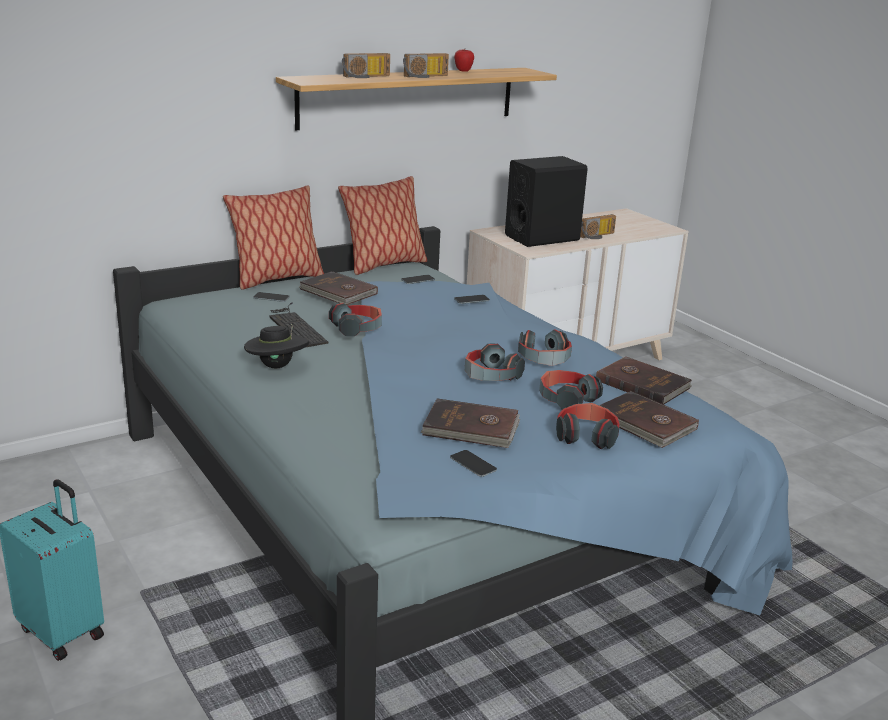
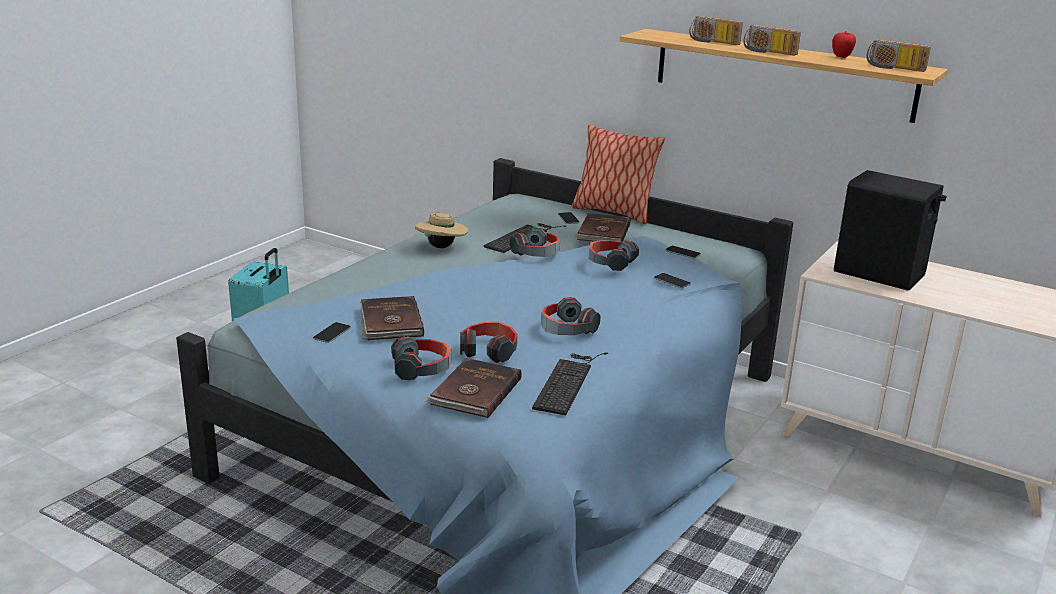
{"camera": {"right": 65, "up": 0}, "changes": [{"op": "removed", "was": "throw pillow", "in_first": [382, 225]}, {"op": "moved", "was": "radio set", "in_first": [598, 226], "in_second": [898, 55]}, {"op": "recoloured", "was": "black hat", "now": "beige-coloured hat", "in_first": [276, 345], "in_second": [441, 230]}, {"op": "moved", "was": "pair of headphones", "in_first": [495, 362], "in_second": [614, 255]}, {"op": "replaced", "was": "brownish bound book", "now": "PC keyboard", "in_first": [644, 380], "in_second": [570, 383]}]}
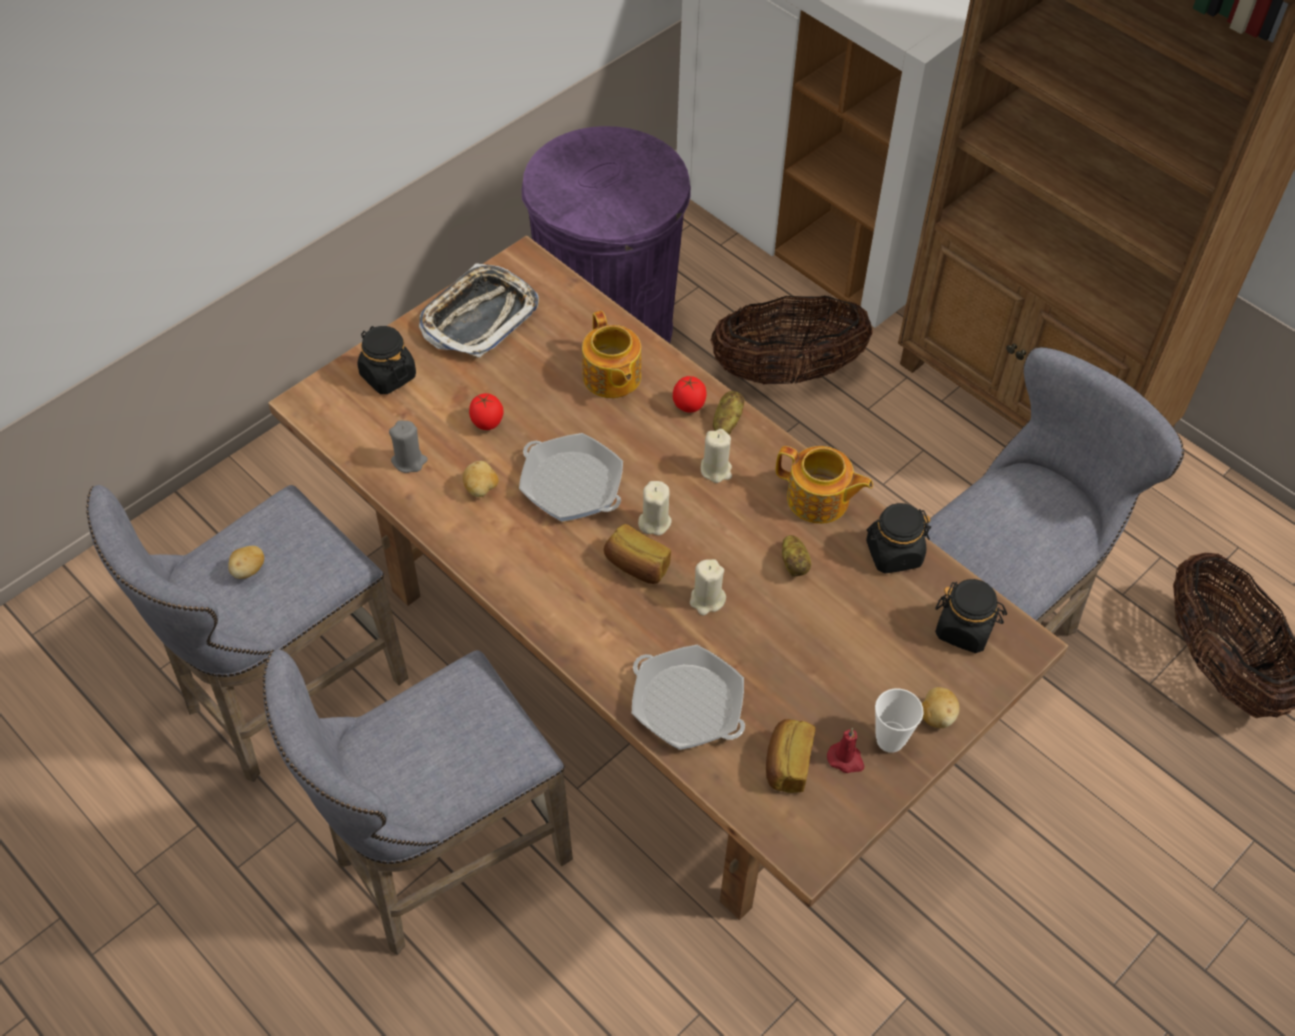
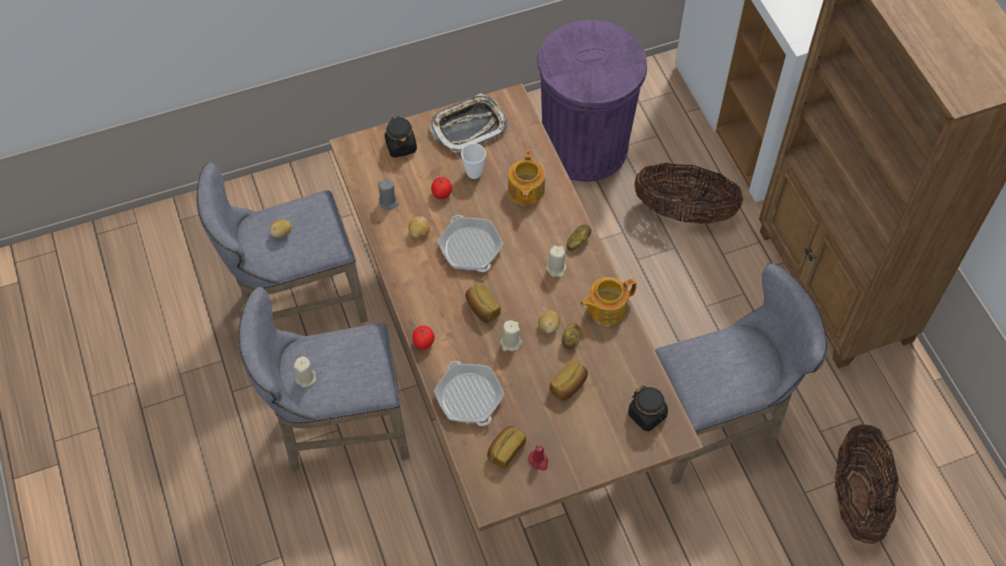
{"camera": {"right": 25, "up": 5}, "changes": [{"op": "moved", "was": "whole tomato", "in_first": [690, 394], "in_second": [423, 337]}, {"op": "turned", "was": "pot for tea", "in_first": [824, 485], "in_second": [608, 301], "clockwise": 105}, {"op": "moved", "was": "beige-coloured wax light", "in_first": [655, 508], "in_second": [305, 372]}, {"op": "removed", "was": "black jar", "in_first": [898, 538]}, {"op": "moved", "was": "whole potato", "in_first": [941, 707], "in_second": [549, 322]}, {"op": "moved", "was": "drinking cup", "in_first": [899, 721], "in_second": [473, 161]}, {"op": "added", "now": "bread", "in_second": [568, 380]}]}
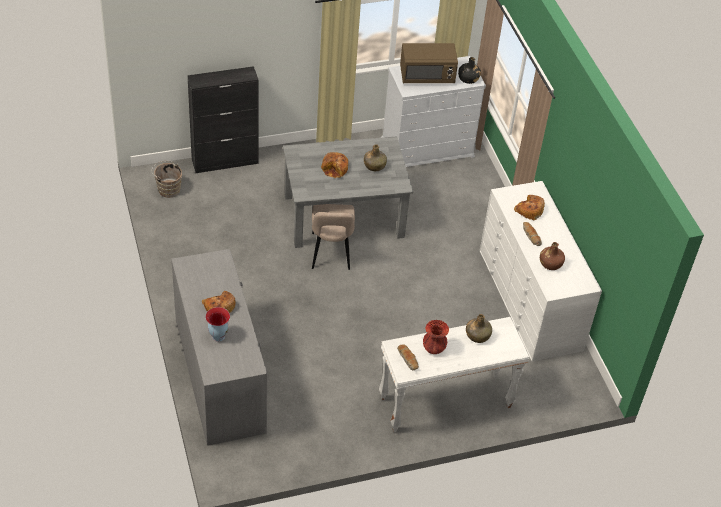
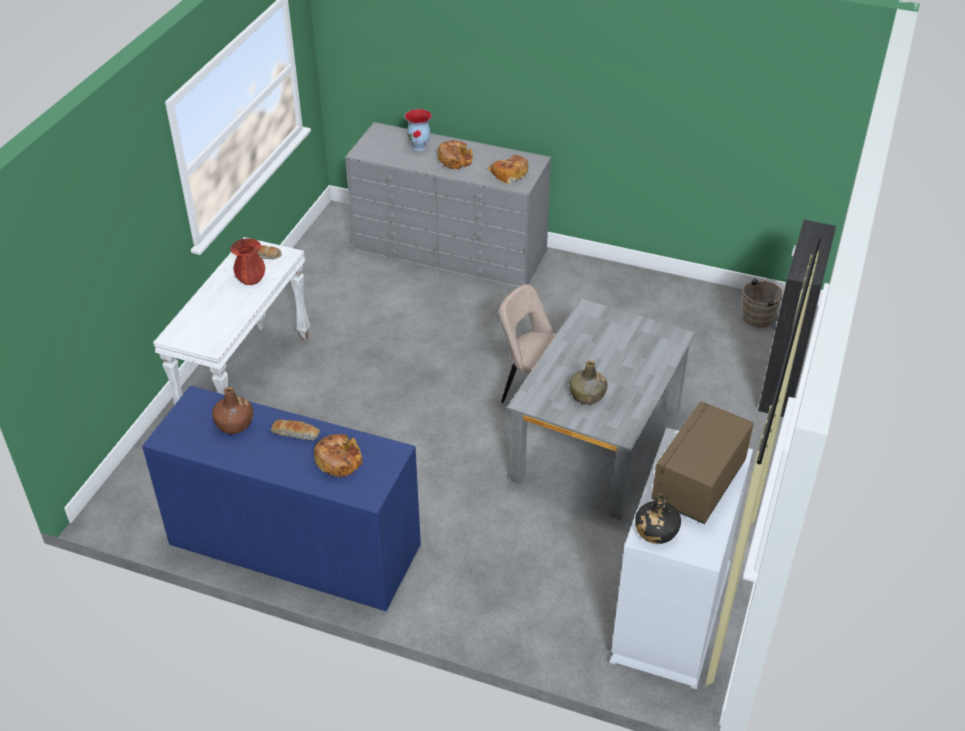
{"camera": {"right": 130, "up": -5}, "changes": [{"op": "moved", "was": "bread", "in_first": [334, 165], "in_second": [508, 169]}, {"op": "recoloured", "was": "white-coloured dresser", "now": "blue-coloured dresser", "in_first": [541, 271], "in_second": [281, 498]}, {"op": "removed", "was": "green-coloured beverage bottle", "in_first": [479, 328]}]}
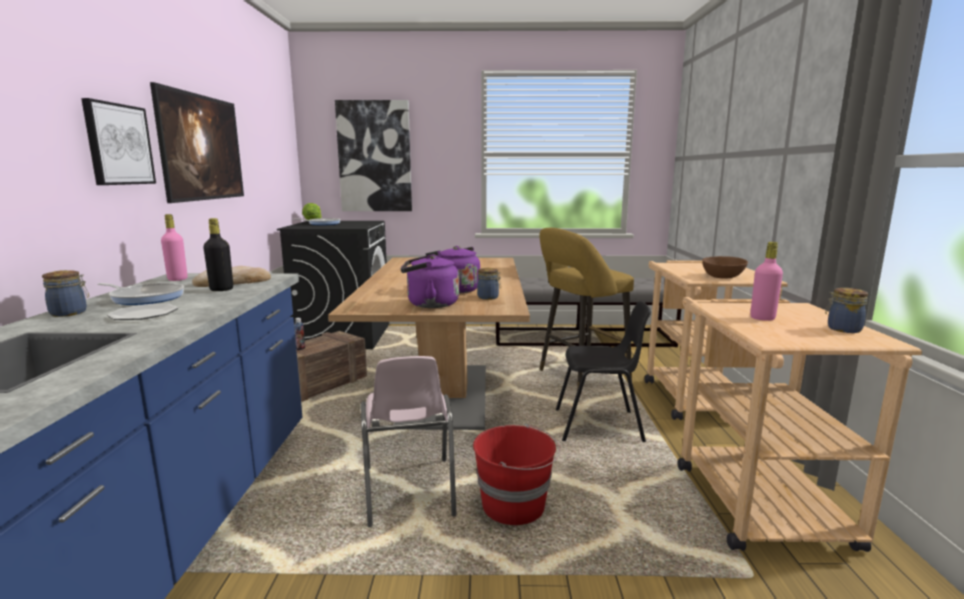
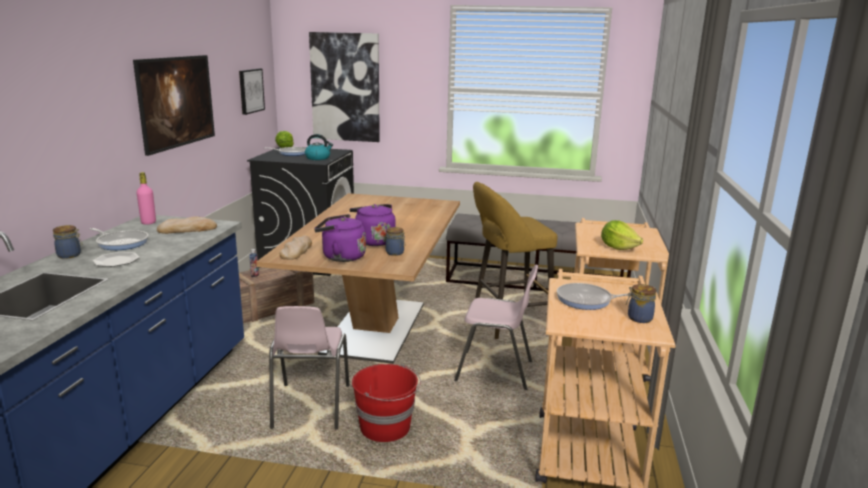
{"camera": {"right": 10, "up": 5}, "changes": [{"op": "moved", "was": "wall picture", "in_first": [118, 141], "in_second": [252, 92]}, {"op": "removed", "was": "black beverage bottle", "in_first": [218, 254]}, {"op": "replaced", "was": "pink beverage bottle", "now": "pan", "in_first": [766, 281], "in_second": [593, 296]}, {"op": "replaced", "was": "brownish serving bowl", "now": "lettuce head", "in_first": [725, 267], "in_second": [622, 235]}, {"op": "recoloured", "was": "black upright chair", "now": "pink upright chair", "in_first": [603, 371], "in_second": [496, 327]}, {"op": "added", "now": "water kettle", "in_second": [319, 147]}, {"op": "added", "now": "bread", "in_second": [296, 247]}]}
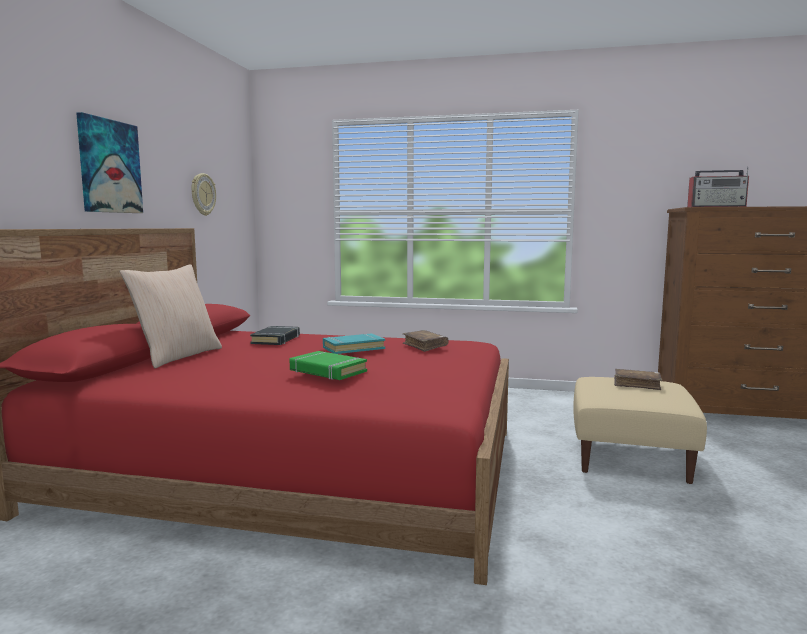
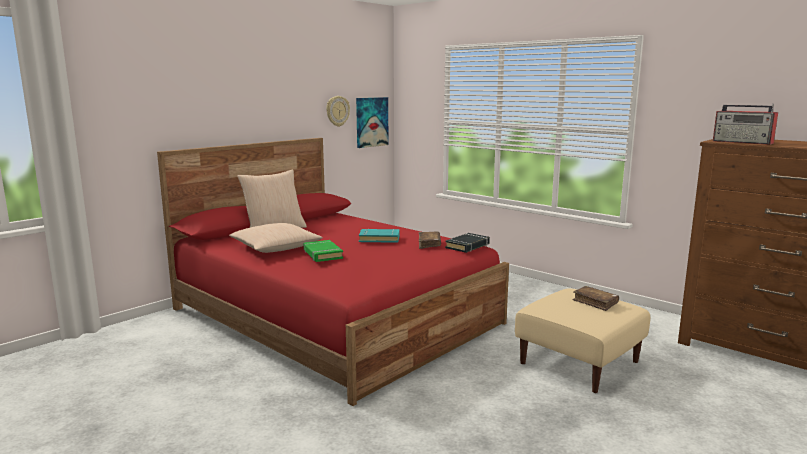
{"camera": {"right": 30, "up": 5}, "changes": [{"op": "moved", "was": "wall picture", "in_first": [109, 162], "in_second": [372, 122]}, {"op": "moved", "was": "black bound book", "in_first": [275, 335], "in_second": [467, 243]}, {"op": "added", "now": "beige-coloured throw pillow", "in_second": [276, 238]}]}
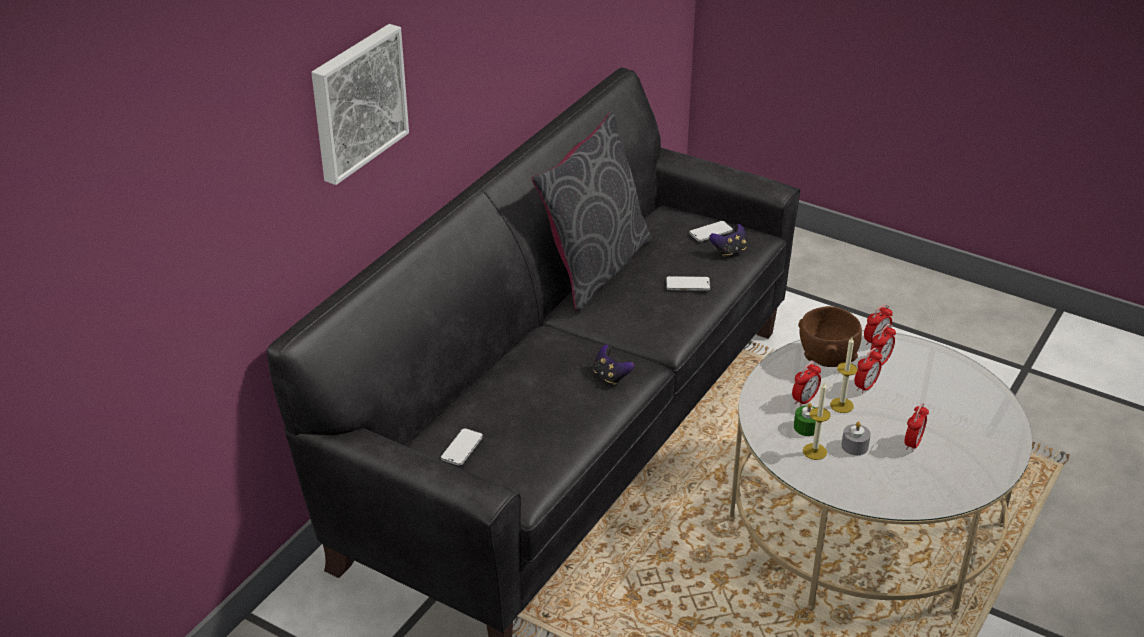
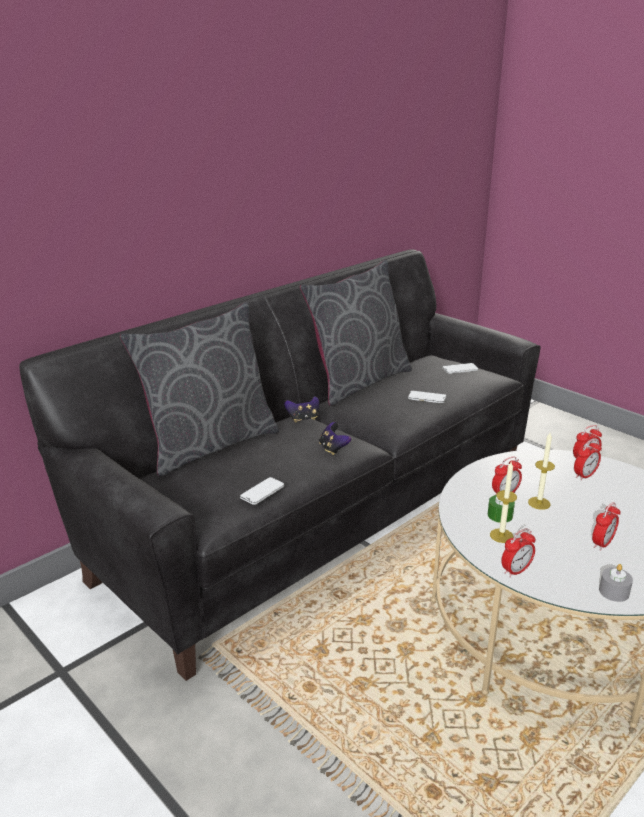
{"camera": {"right": 15, "up": -10}, "changes": [{"op": "removed", "was": "wall picture", "in_first": [360, 104]}, {"op": "moved", "was": "gamepad", "in_first": [728, 240], "in_second": [302, 409]}, {"op": "removed", "was": "brownish serving bowl", "in_first": [830, 336]}, {"op": "moved", "was": "alarm clock", "in_first": [868, 371], "in_second": [518, 552]}, {"op": "moved", "was": "gray wax light", "in_first": [856, 438], "in_second": [616, 583]}, {"op": "moved", "was": "handset", "in_first": [462, 447], "in_second": [262, 491]}, {"op": "added", "now": "gray throw pillow", "in_second": [199, 389]}]}
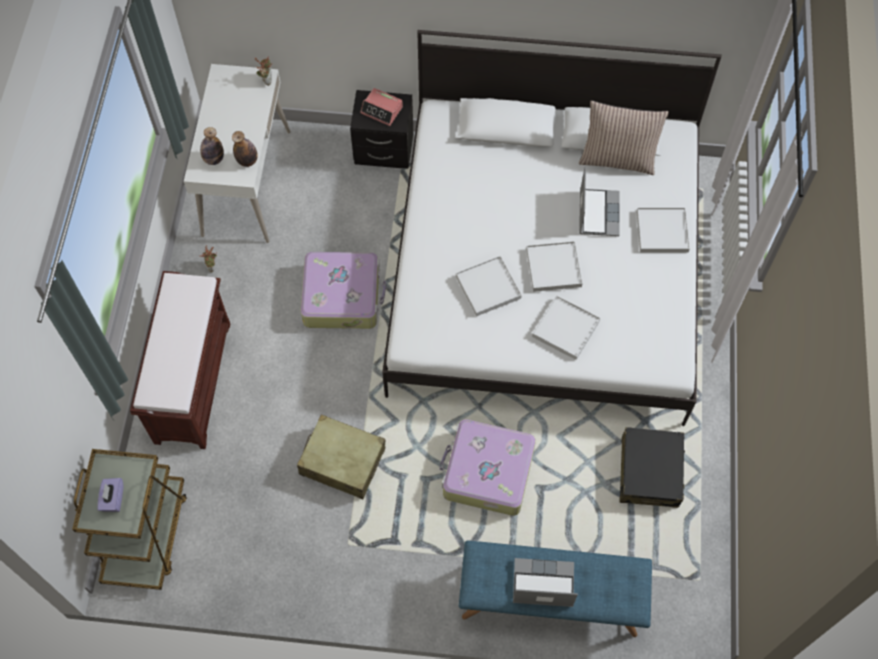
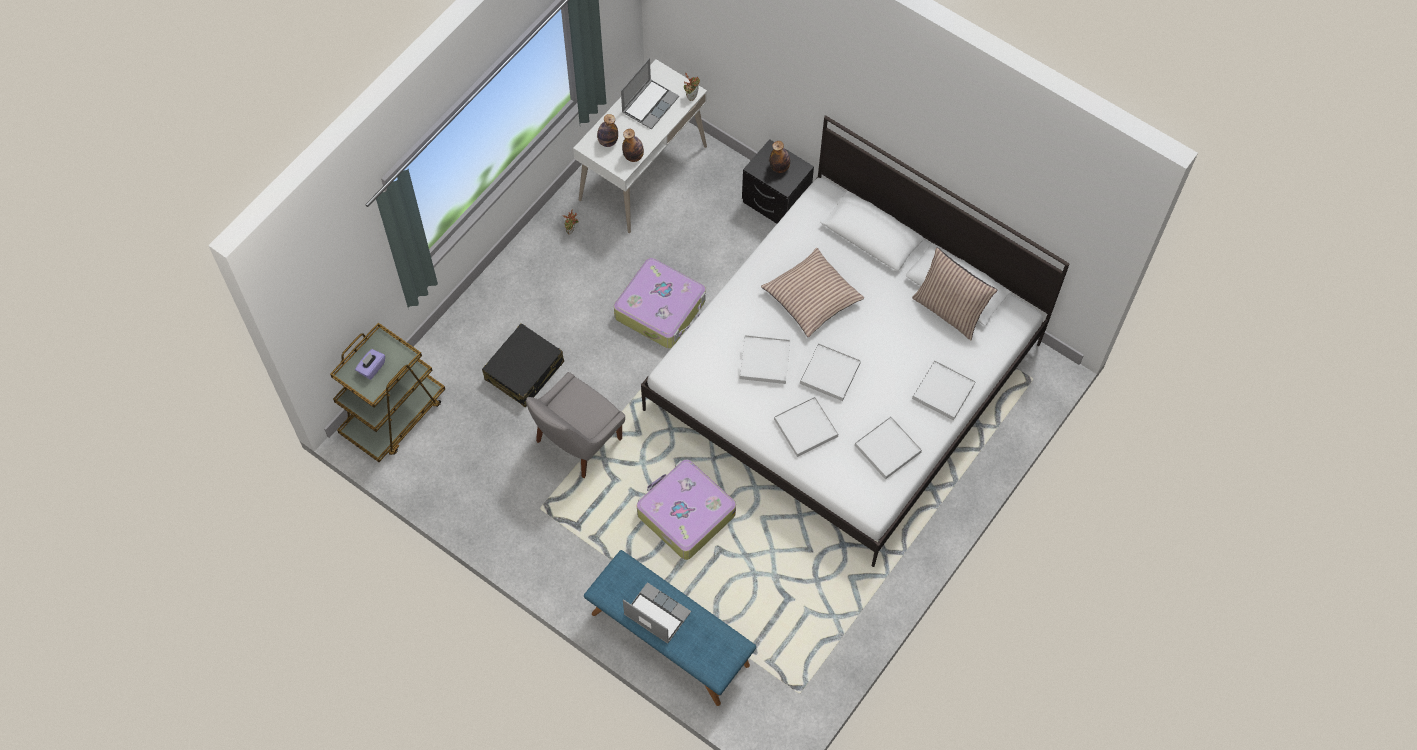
{"camera": {"right": 30, "up": 0}, "changes": [{"op": "replaced", "was": "alarm clock", "now": "beverage bottle", "in_first": [381, 107], "in_second": [779, 157]}, {"op": "moved", "was": "portable computer", "in_first": [599, 201], "in_second": [650, 93]}, {"op": "removed", "was": "brownish indoor bench", "in_first": [180, 360]}, {"op": "replaced", "was": "beige-coloured travel case", "now": "gray upright chair", "in_first": [341, 456], "in_second": [575, 425]}, {"op": "moved", "was": "black travel case", "in_first": [652, 467], "in_second": [523, 365]}, {"op": "added", "now": "throw pillow", "in_second": [812, 292]}, {"op": "added", "now": "white-coloured serving tray", "in_second": [888, 447]}]}
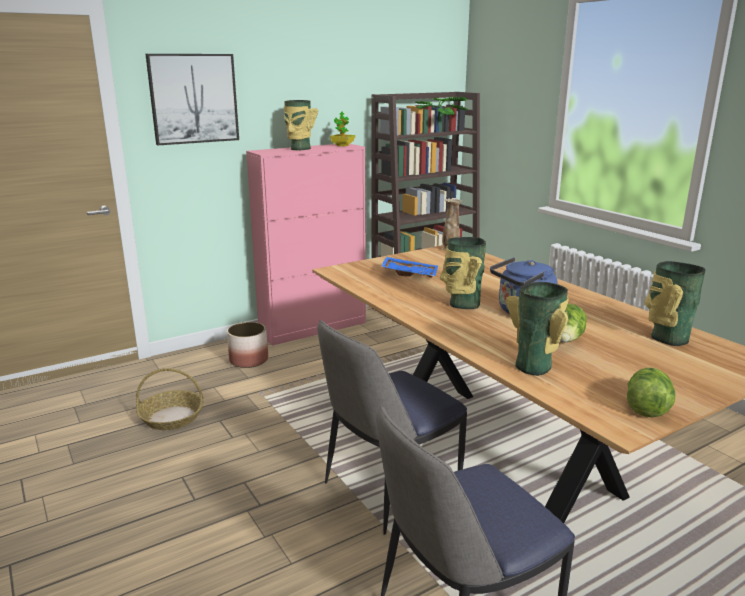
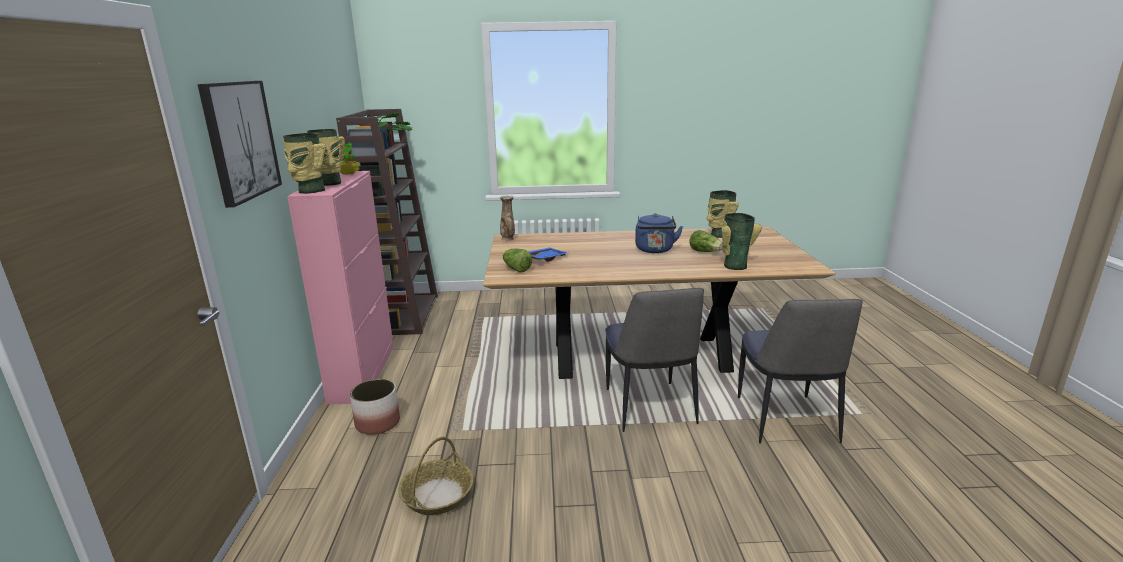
{"camera": {"right": -60, "up": 0}, "changes": [{"op": "moved", "was": "decorative vase", "in_first": [463, 273], "in_second": [304, 163]}, {"op": "moved", "was": "lettuce head", "in_first": [651, 392], "in_second": [517, 261]}]}
